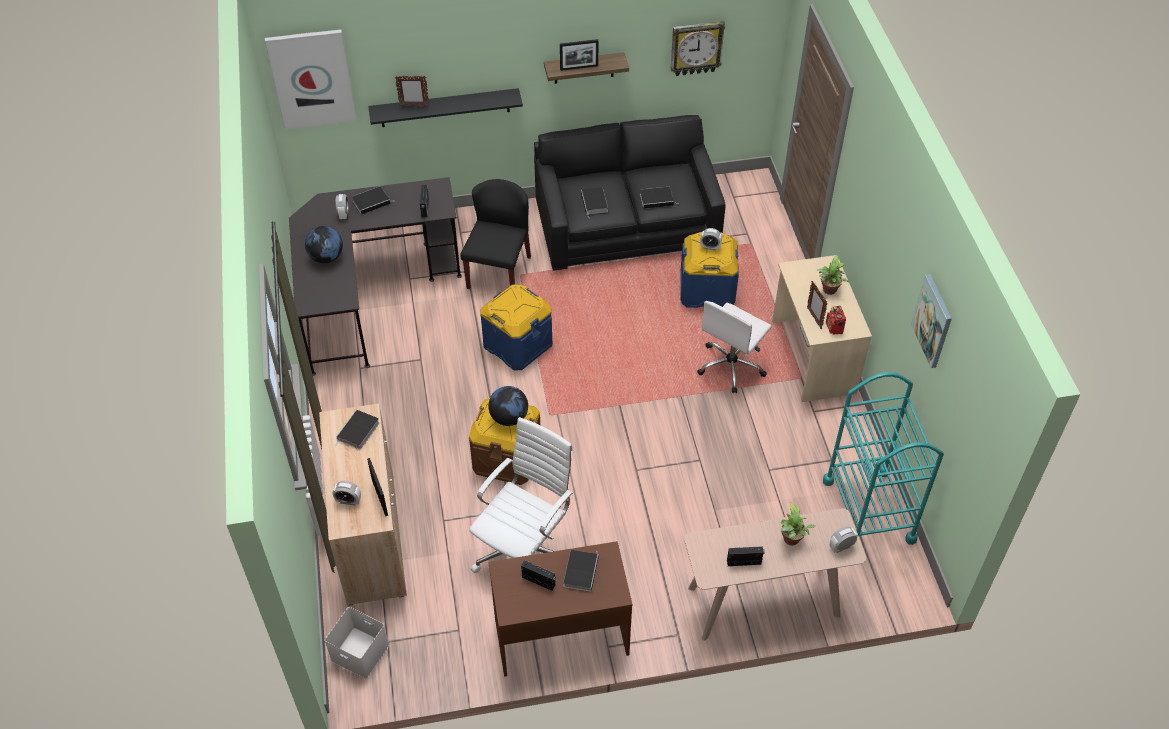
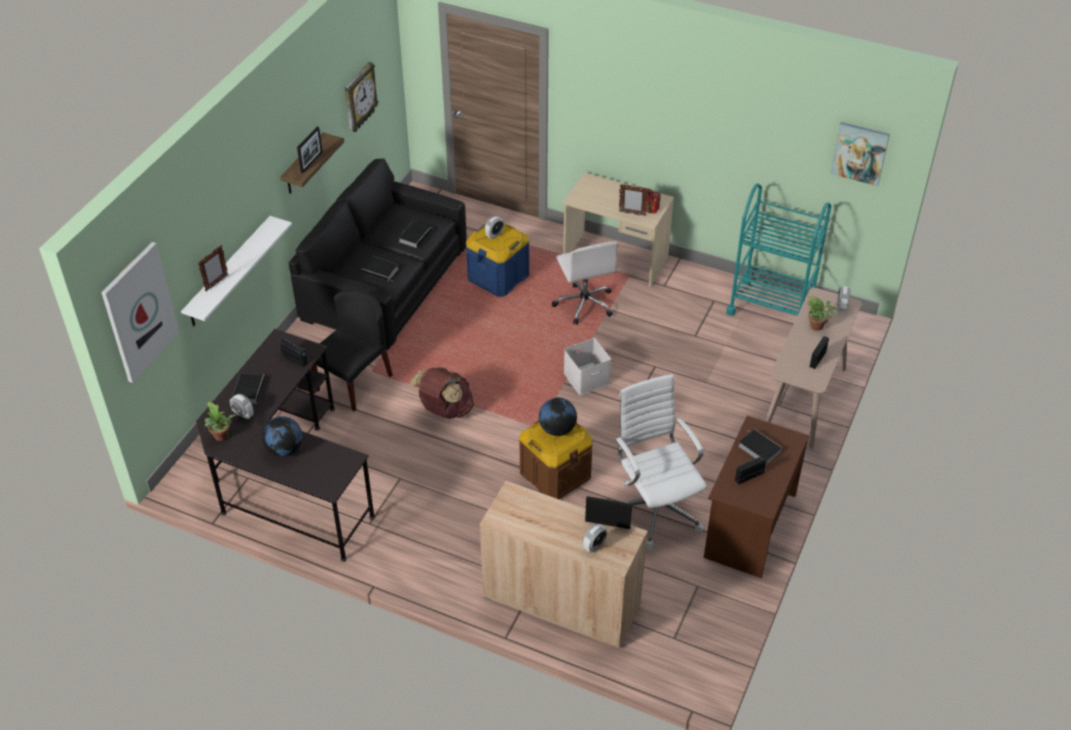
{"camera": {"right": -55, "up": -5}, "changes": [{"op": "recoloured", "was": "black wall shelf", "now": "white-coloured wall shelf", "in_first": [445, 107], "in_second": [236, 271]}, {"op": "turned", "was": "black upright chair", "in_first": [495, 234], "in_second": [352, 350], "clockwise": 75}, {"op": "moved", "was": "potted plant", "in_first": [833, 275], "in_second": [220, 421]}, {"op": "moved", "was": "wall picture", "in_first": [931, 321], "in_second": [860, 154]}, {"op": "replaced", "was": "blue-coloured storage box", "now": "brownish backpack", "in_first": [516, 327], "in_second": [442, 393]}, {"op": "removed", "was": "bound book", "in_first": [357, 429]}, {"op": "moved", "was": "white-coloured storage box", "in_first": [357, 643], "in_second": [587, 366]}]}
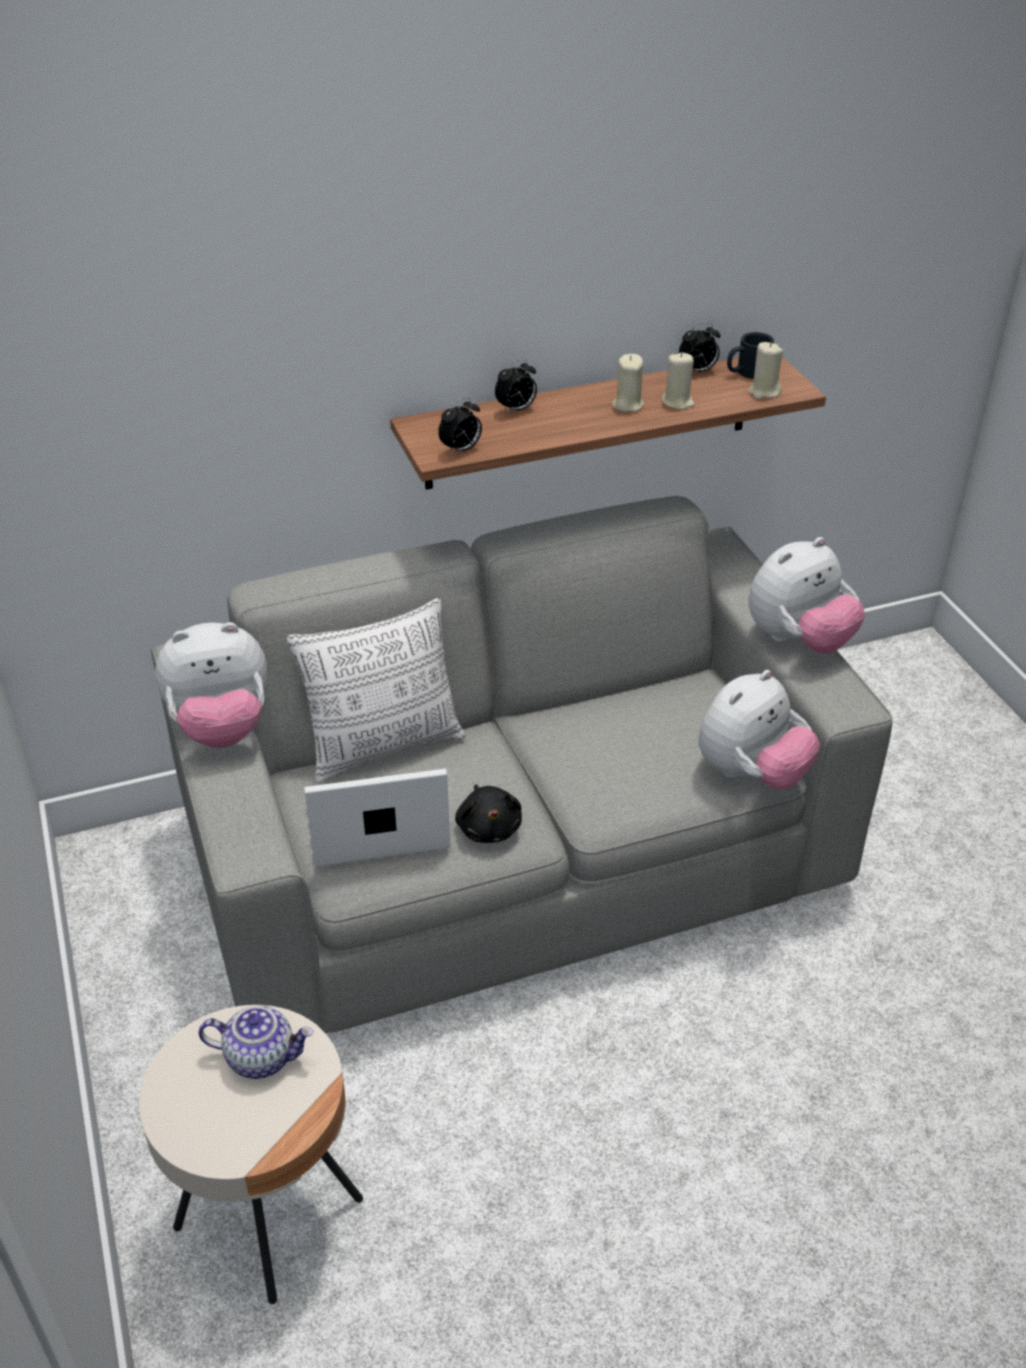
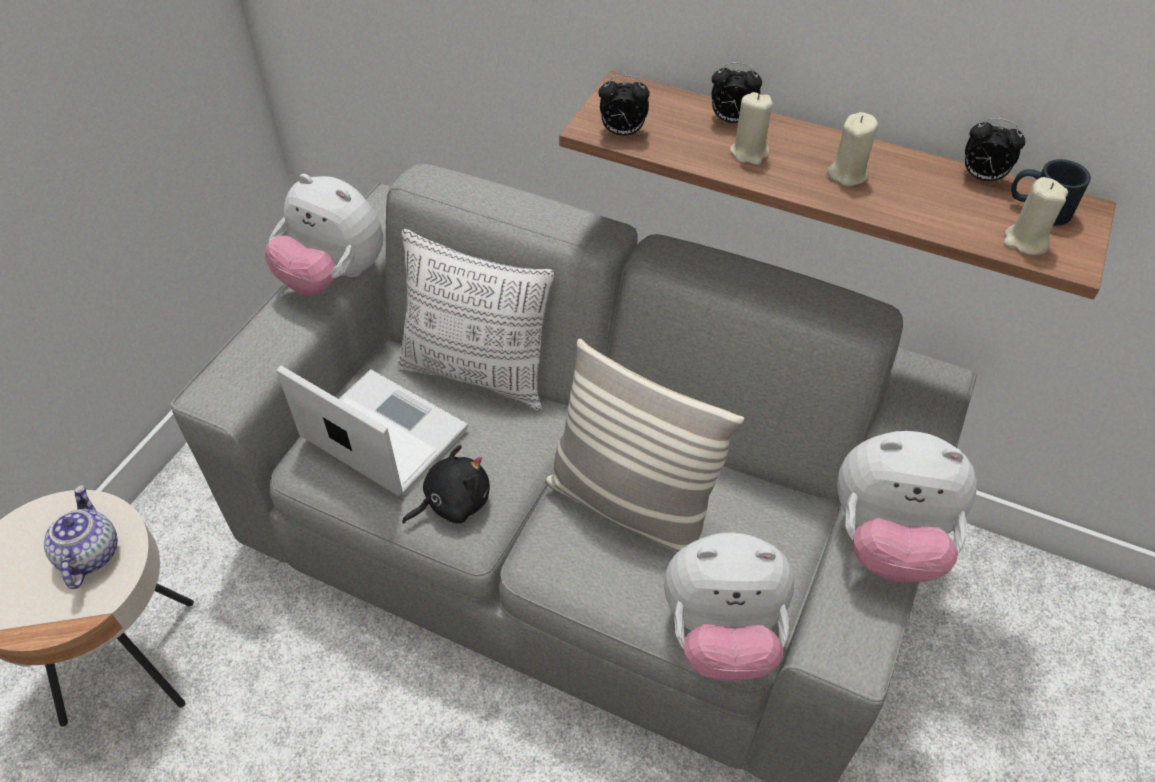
{"camera": {"right": 45, "up": 10}, "changes": [{"op": "moved", "was": "beige-coloured wax light", "in_first": [678, 381], "in_second": [751, 128]}, {"op": "turned", "was": "black plush toy", "in_first": [488, 813], "in_second": [446, 484], "clockwise": -150}, {"op": "turned", "was": "pot for tea", "in_first": [256, 1042], "in_second": [81, 537], "clockwise": -150}, {"op": "added", "now": "throw pillow", "in_second": [644, 446]}]}
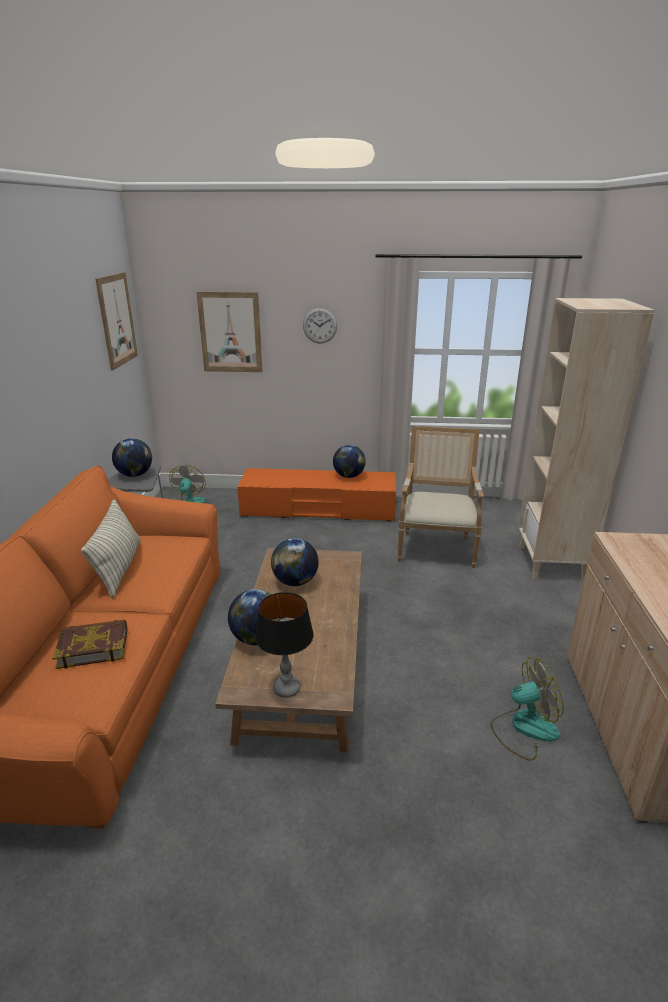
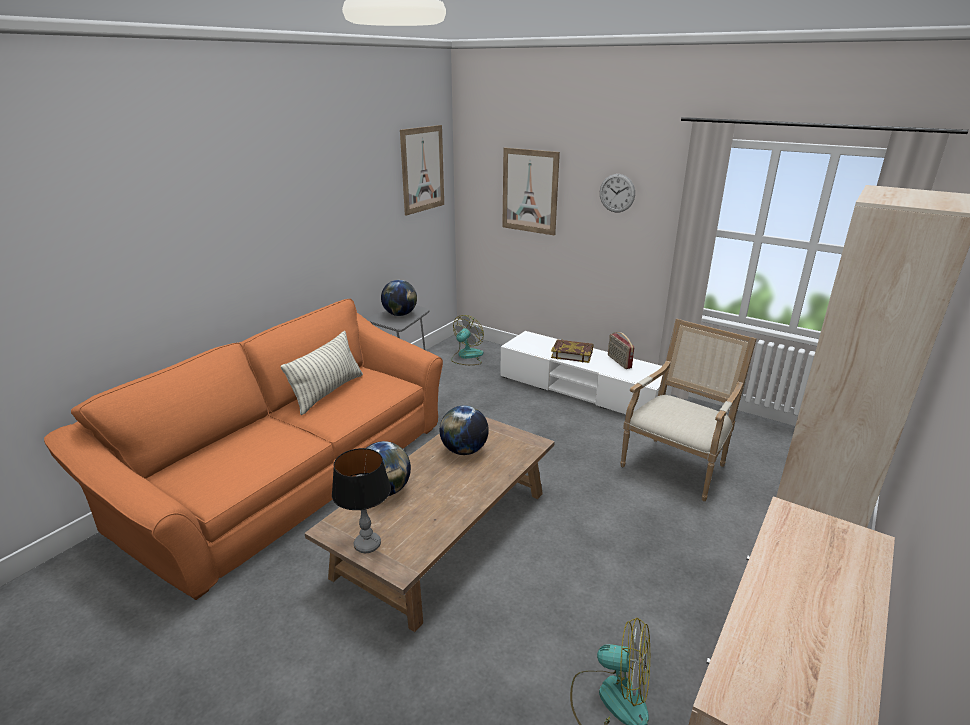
{"camera": {"right": 30, "up": 0}, "changes": [{"op": "replaced", "was": "globe", "now": "radio set", "in_first": [349, 461], "in_second": [621, 350]}, {"op": "recoloured", "was": "orangey tv unit", "now": "white-coloured tv unit", "in_first": [316, 495], "in_second": [586, 372]}, {"op": "moved", "was": "bound book", "in_first": [89, 644], "in_second": [572, 351]}]}
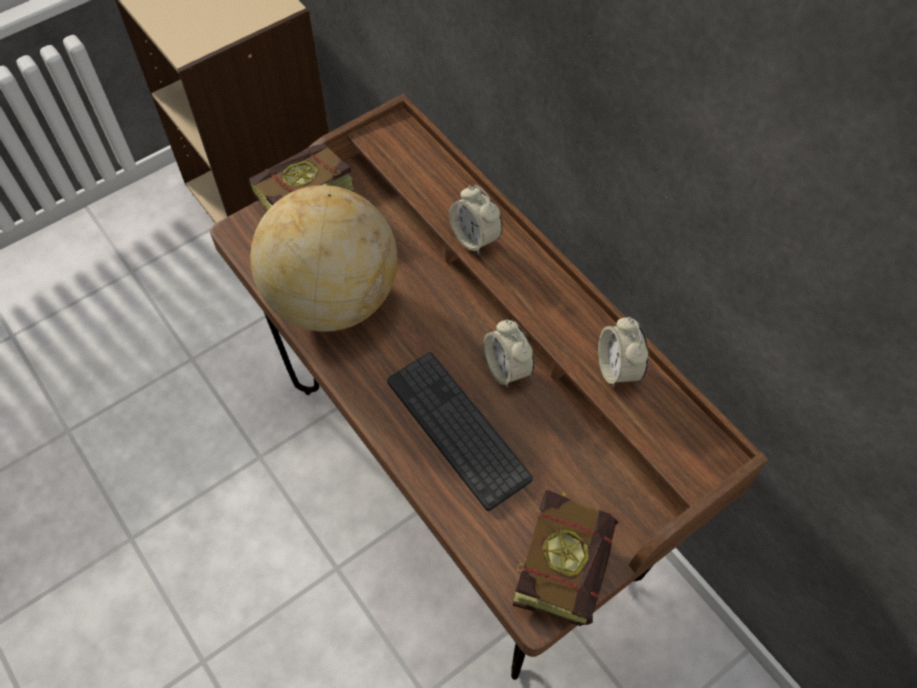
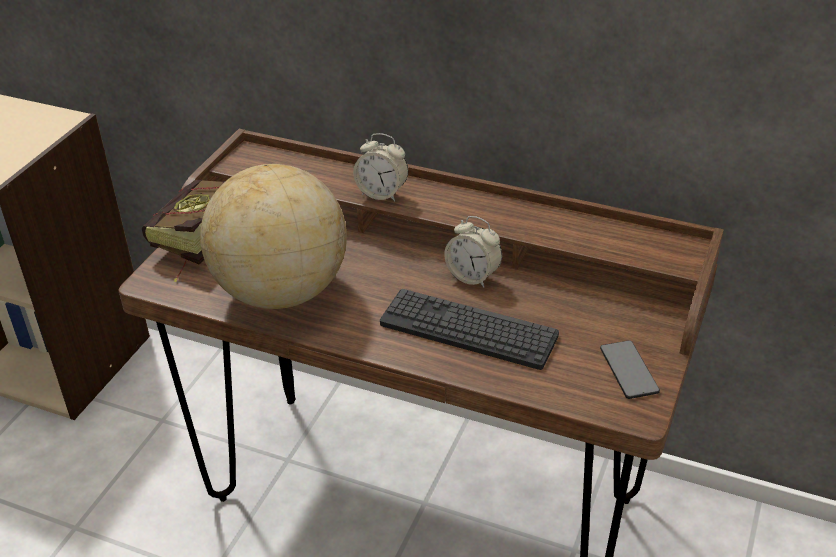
{"camera": {"right": -30, "up": -20}, "changes": [{"op": "removed", "was": "alarm clock", "in_first": [623, 352]}, {"op": "replaced", "was": "bound book", "now": "handset", "in_first": [565, 558], "in_second": [630, 369]}]}
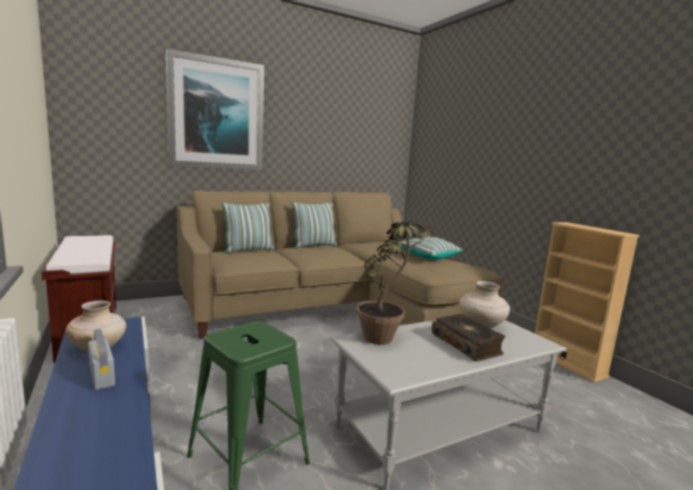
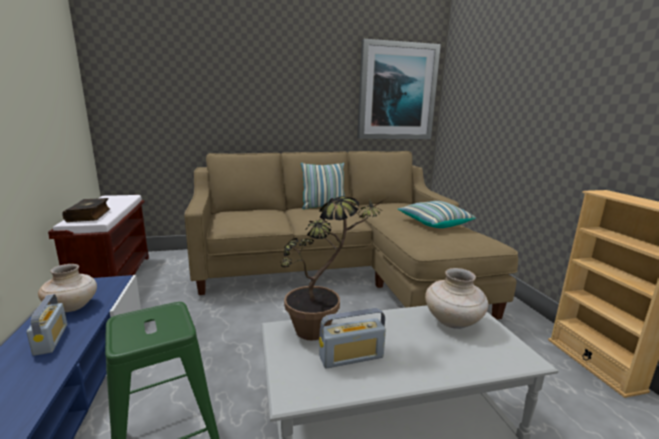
{"camera": {"right": 15, "up": 5}, "changes": [{"op": "moved", "was": "wall picture", "in_first": [215, 109], "in_second": [399, 89]}, {"op": "removed", "was": "throw pillow", "in_first": [248, 227]}, {"op": "moved", "was": "bound book", "in_first": [468, 338], "in_second": [86, 210]}, {"op": "added", "now": "radio set", "in_second": [352, 338]}]}
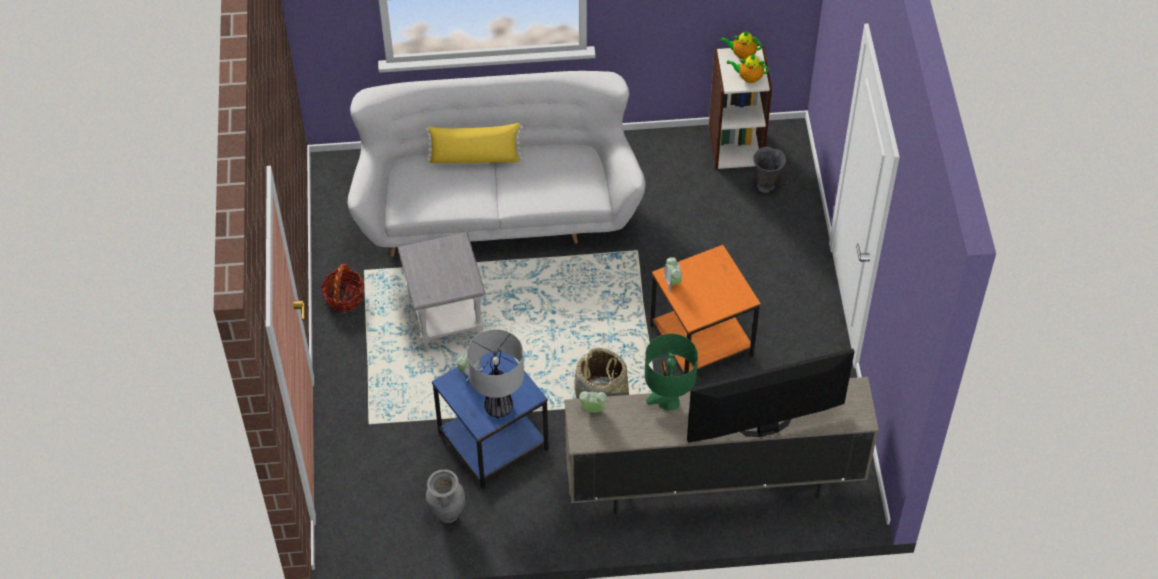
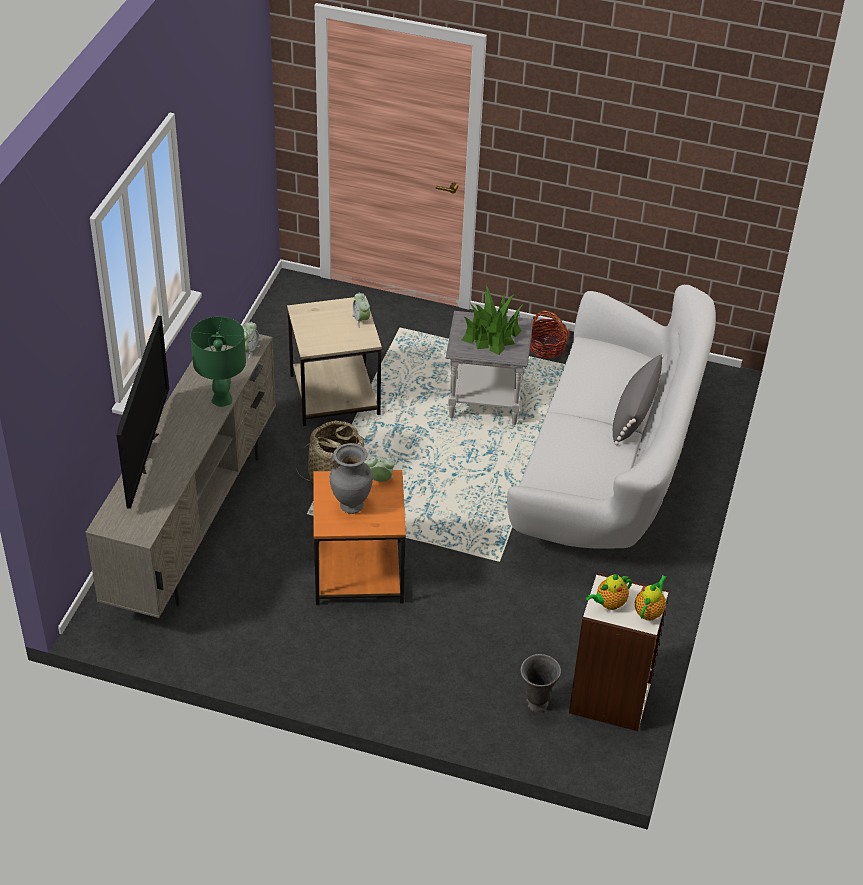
{"camera": {"right": 110, "up": -10}, "changes": [{"op": "turned", "was": "pot for tea", "in_first": [748, 68], "in_second": [609, 592], "clockwise": -150}, {"op": "recoloured", "was": "yellow throw pillow", "now": "gray throw pillow", "in_first": [474, 143], "in_second": [638, 399]}, {"op": "removed", "was": "table lamp", "in_first": [495, 373]}, {"op": "recoloured", "was": "blue-coloured accent table", "now": "beige-coloured accent table", "in_first": [490, 420], "in_second": [334, 361]}, {"op": "moved", "was": "gray decorative vase", "in_first": [445, 496], "in_second": [351, 478]}, {"op": "added", "now": "potted plant", "in_second": [492, 321]}]}
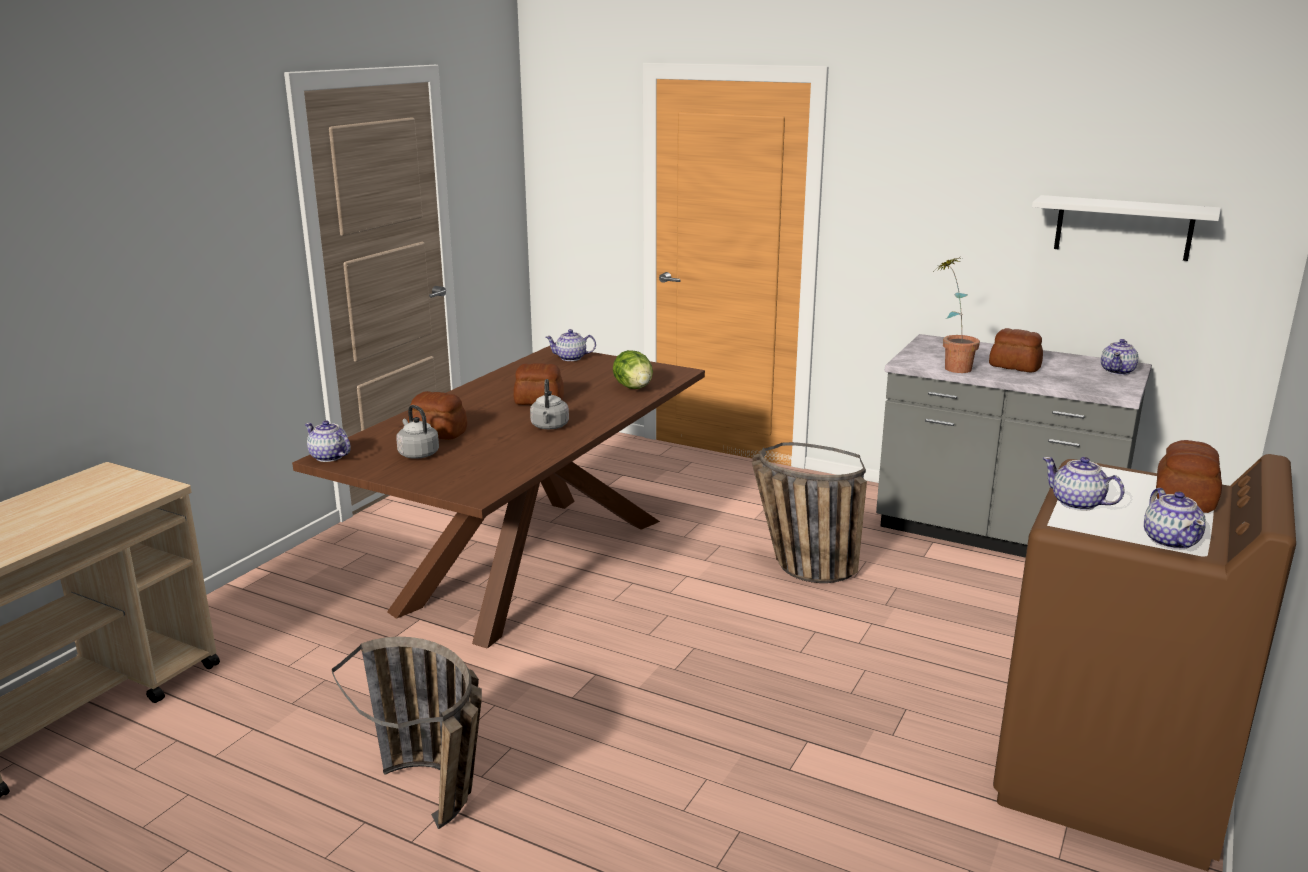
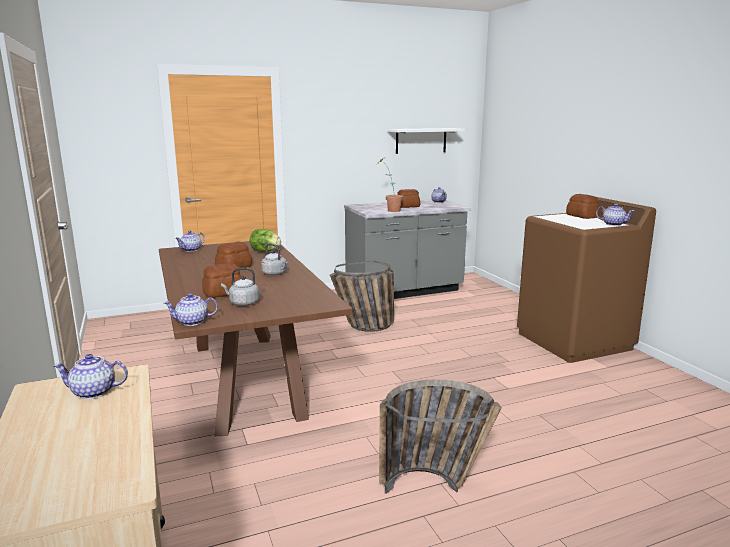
{"camera": {"right": -50, "up": -5}, "changes": [{"op": "moved", "was": "pot for tea", "in_first": [1084, 484], "in_second": [90, 376]}]}
